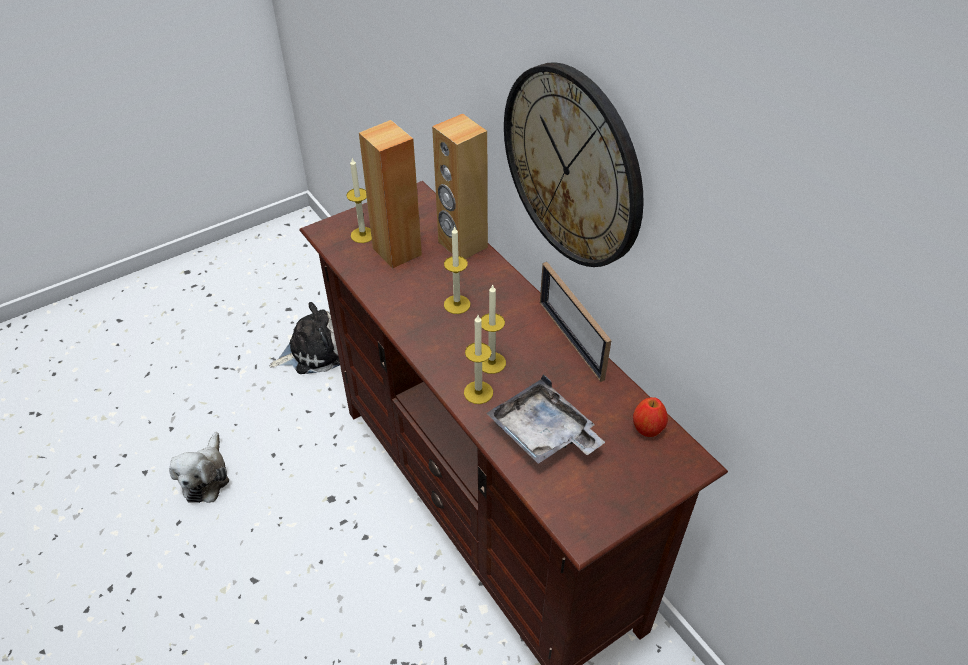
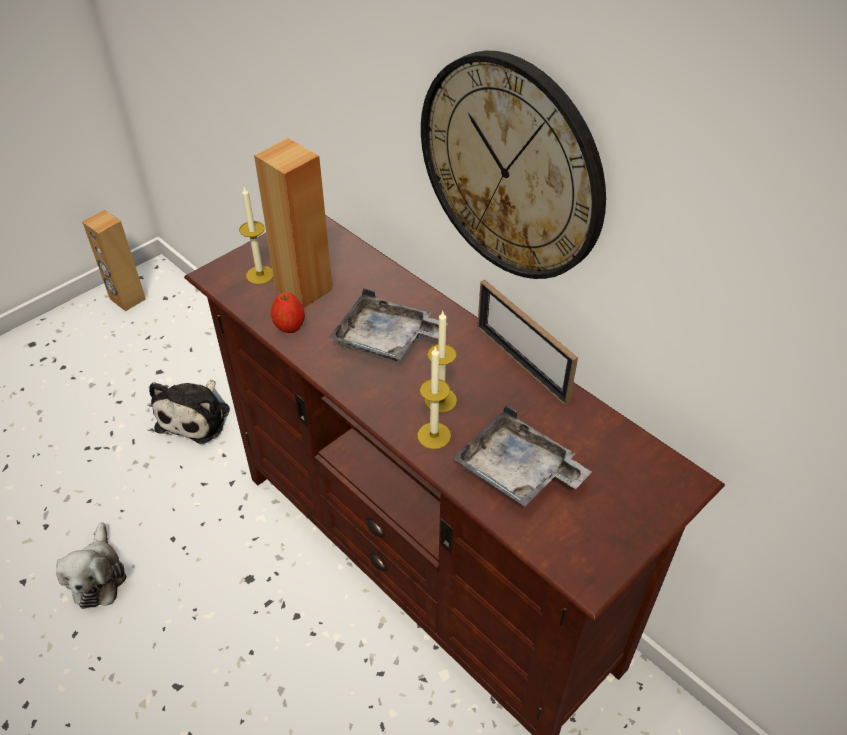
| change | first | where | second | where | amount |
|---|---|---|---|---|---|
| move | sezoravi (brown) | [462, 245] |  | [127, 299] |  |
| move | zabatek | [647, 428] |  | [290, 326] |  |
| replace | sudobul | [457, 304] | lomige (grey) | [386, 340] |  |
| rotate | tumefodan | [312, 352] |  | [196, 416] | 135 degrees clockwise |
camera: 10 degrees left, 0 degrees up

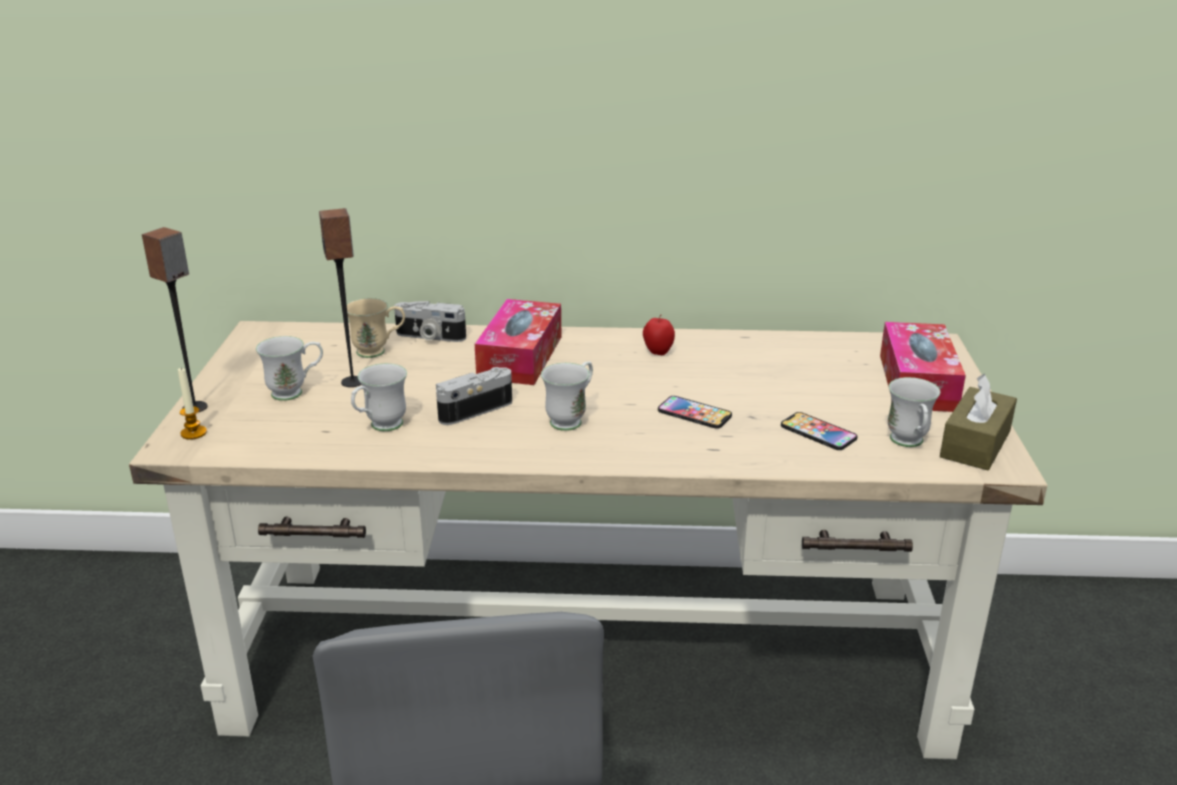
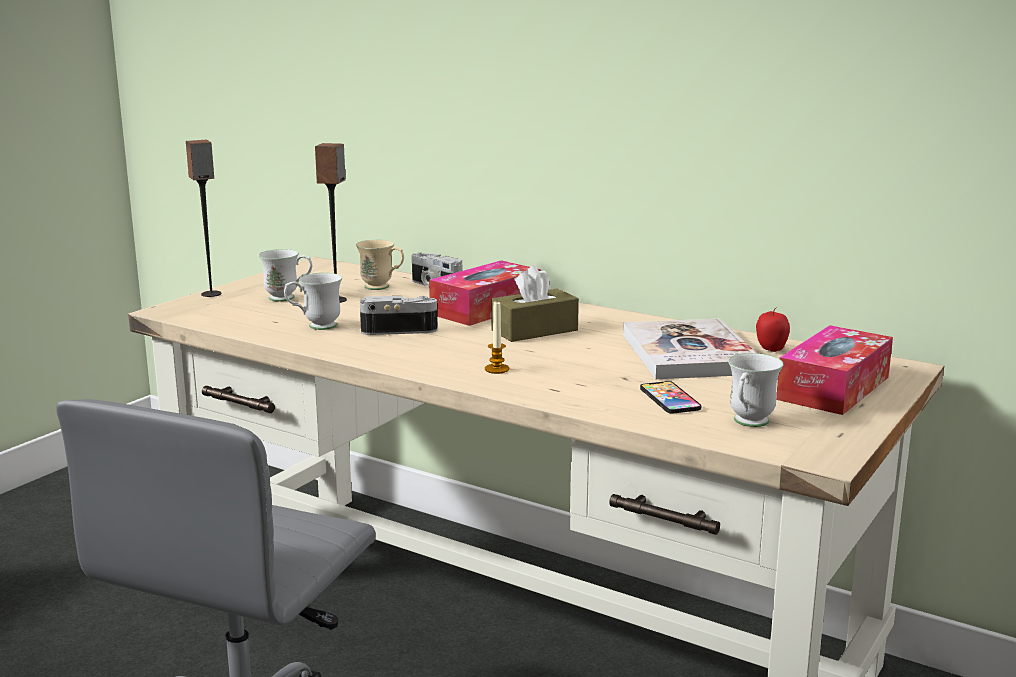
| change | first | where | second | where | amount |
|---|---|---|---|---|---|
| delete | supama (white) | [571, 419] |  |  |  |
| delete | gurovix | [694, 413] |  |  |  |
| insert |  |  | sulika | [689, 353] |  |
| move | sudobul | [193, 433] |  | [496, 369] |  |
| move | zabatek | [658, 352] |  | [771, 349] |  |
| move | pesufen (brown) | [975, 444] |  | [534, 330] |  |
camera: 30 degrees right, 10 degrees down

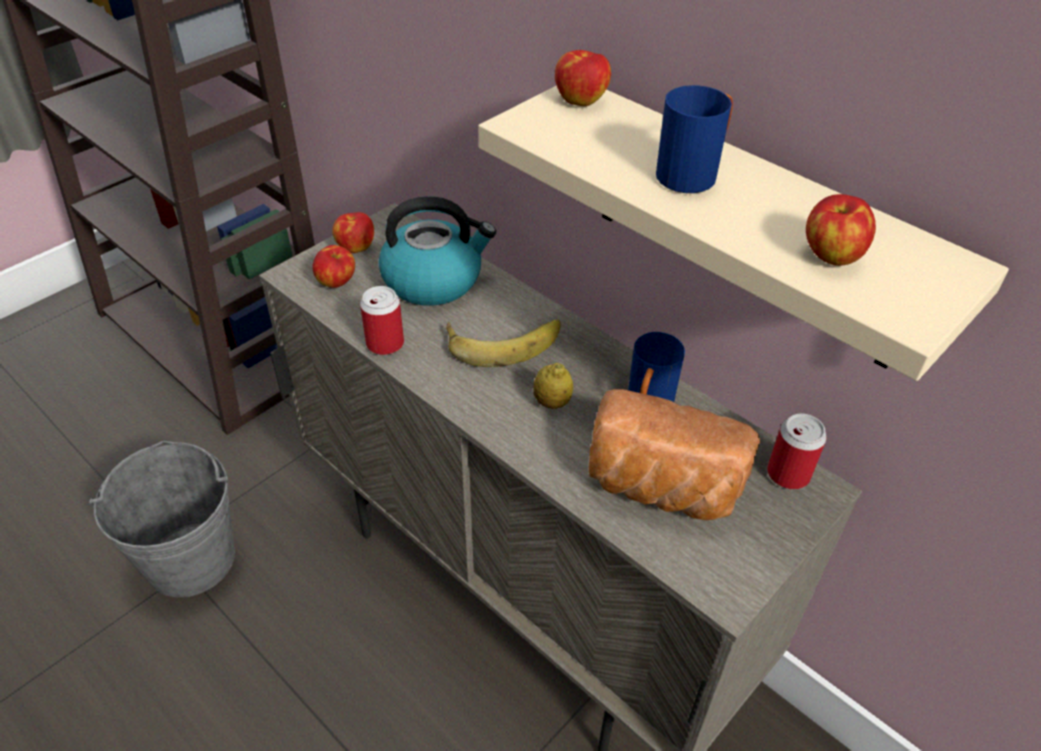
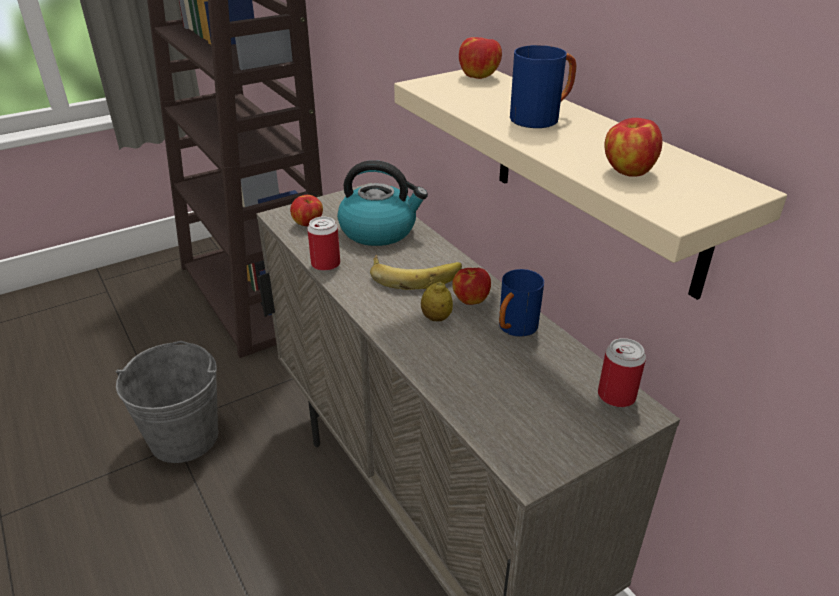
| change | first | where | second | where | amount |
|---|---|---|---|---|---|
| delete | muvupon | [660, 488] |  |  |  |
| move | zabatek | [355, 247] |  | [470, 299] |  |
camera: 15 degrees right, 10 degrees down

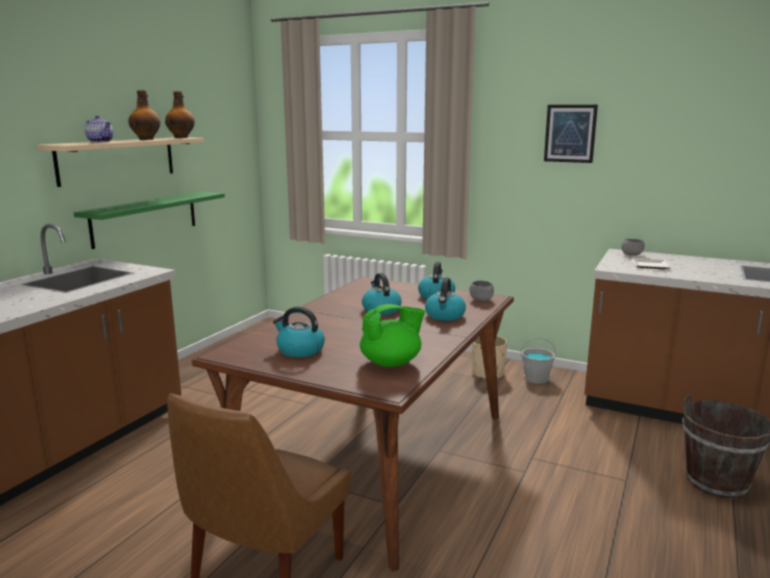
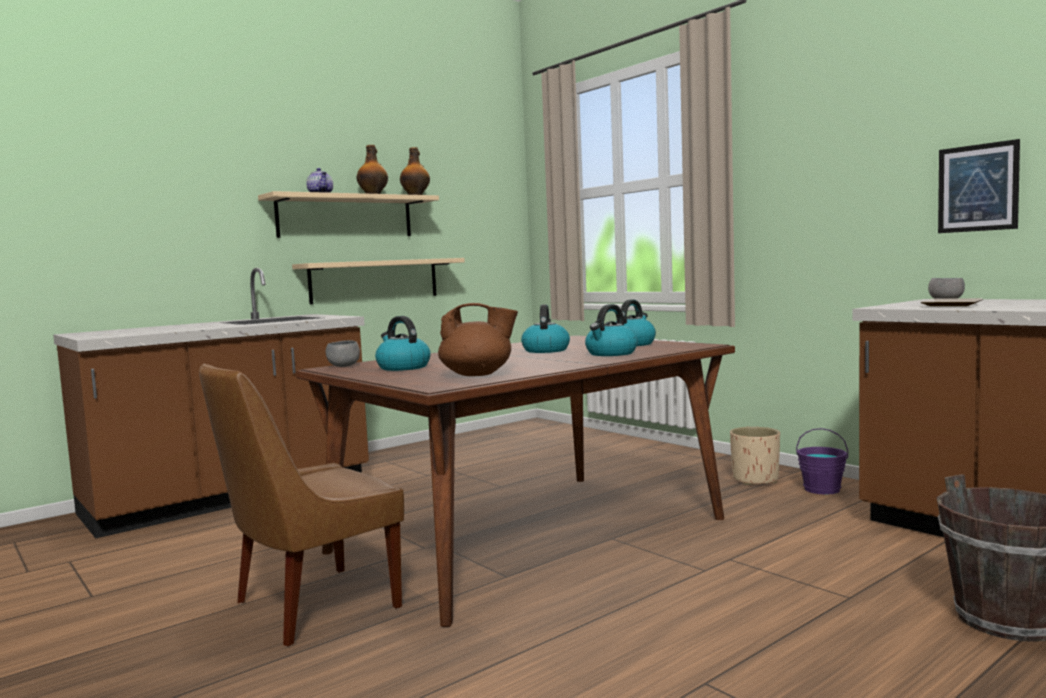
| change | first | where | second | where | amount |
|---|---|---|---|---|---|
| move | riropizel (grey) | [481, 300] |  | [343, 366] |  |
| move | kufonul | [570, 133] |  | [977, 188] |  |
| recolor | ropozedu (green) | [145, 218] | ropozedu (beige) | [375, 280] |  |
| recolor | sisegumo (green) | [391, 363] | sisegumo (brown) | [478, 375] |  |
| recolor | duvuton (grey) | [536, 378] | duvuton (purple) | [822, 489] |  |
camera: 25 degrees right, 10 degrees down

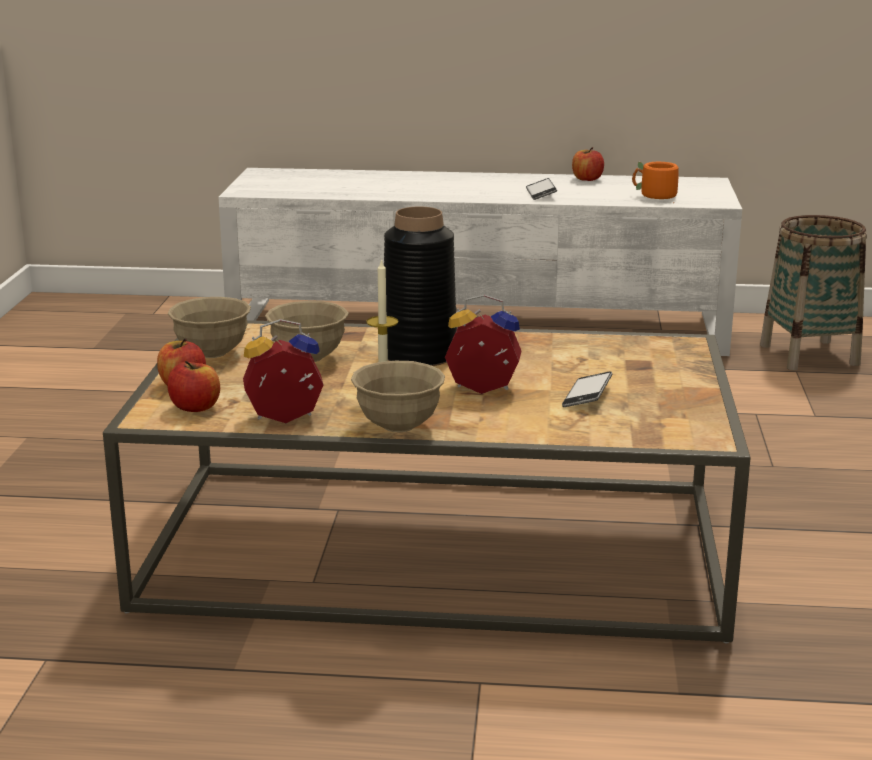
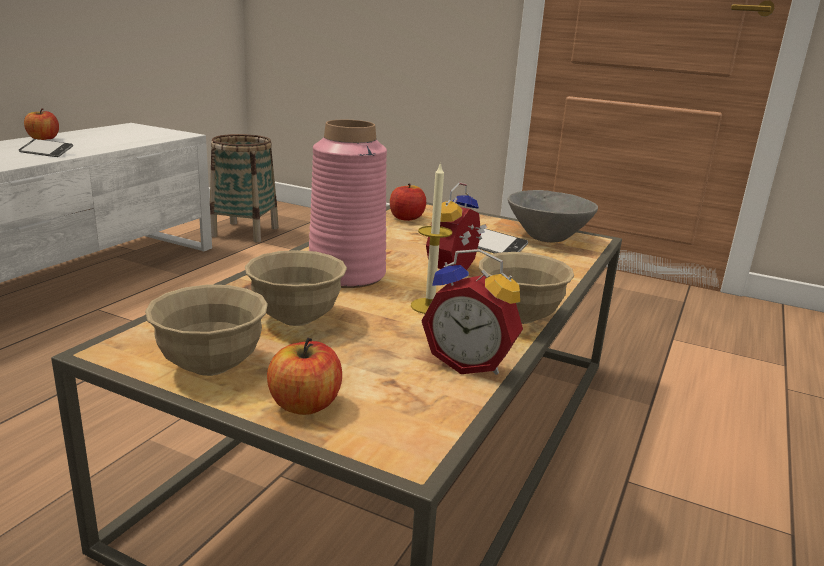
| change | first | where | second | where | amount |
|---|---|---|---|---|---|
| delete | supama (orange) | [654, 196] |  |  |  |
| insert |  |  | riropizel (grey) | [548, 237] |  |
| move | zabatek | [195, 407] |  | [406, 218] |  |
| recolor | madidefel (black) | [420, 354] | madidefel (pink) | [347, 274] |  |
| rotate | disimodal | [285, 419] |  | [470, 363] | 75 degrees counterclockwise |
camera: 70 degrees left, 0 degrees up

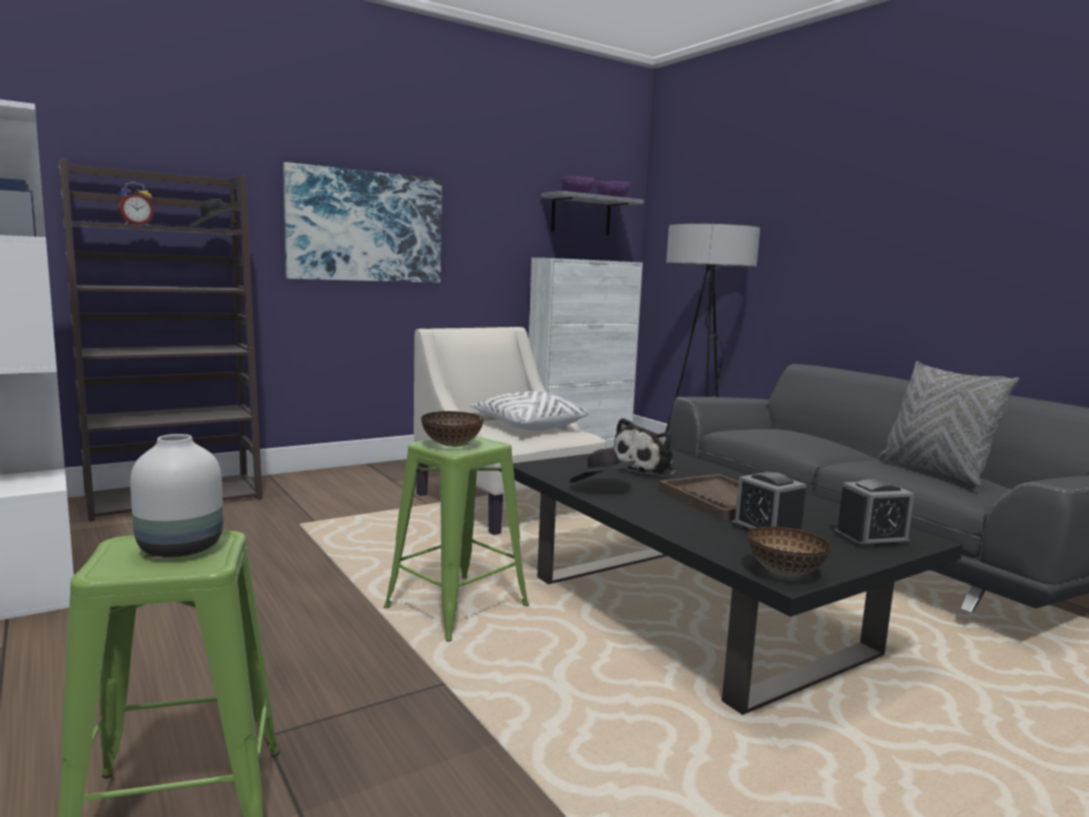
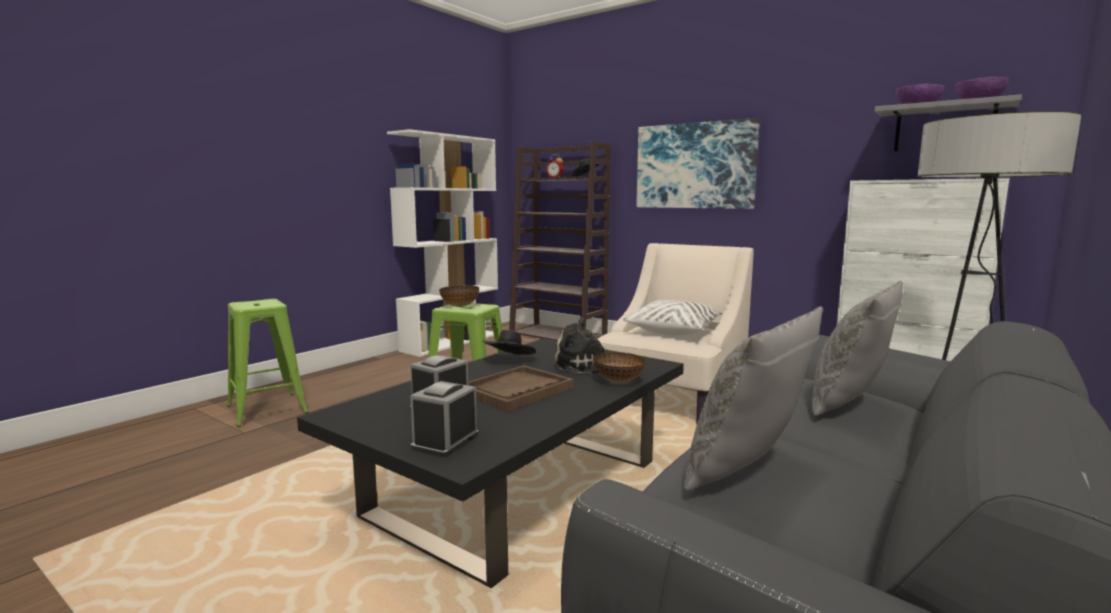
| change | first | where | second | where | amount |
|---|---|---|---|---|---|
| delete | madidefel (white) | [181, 547] |  |  |  |
| insert |  |  | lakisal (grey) | [849, 404] |  |
| move | riropizel | [786, 573] |  | [619, 382] |  |
| rotate | disimodal | [871, 539] |  | [445, 441] | 60 degrees clockwise |
camera: 70 degrees right, 0 degrees up

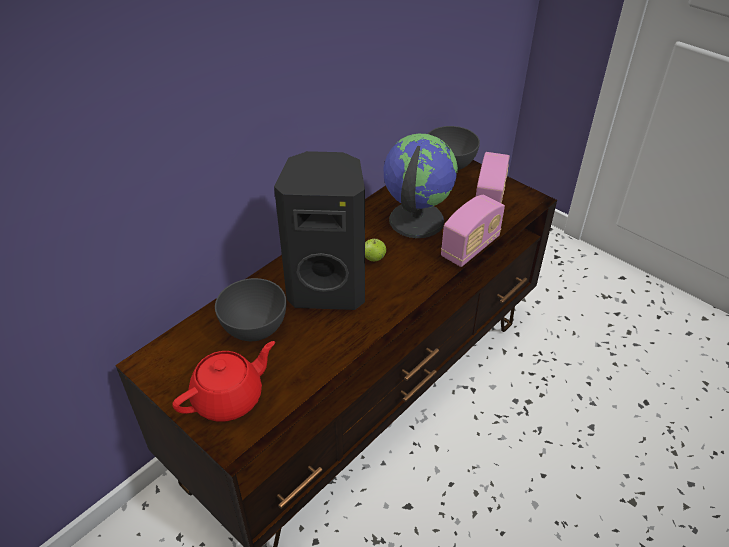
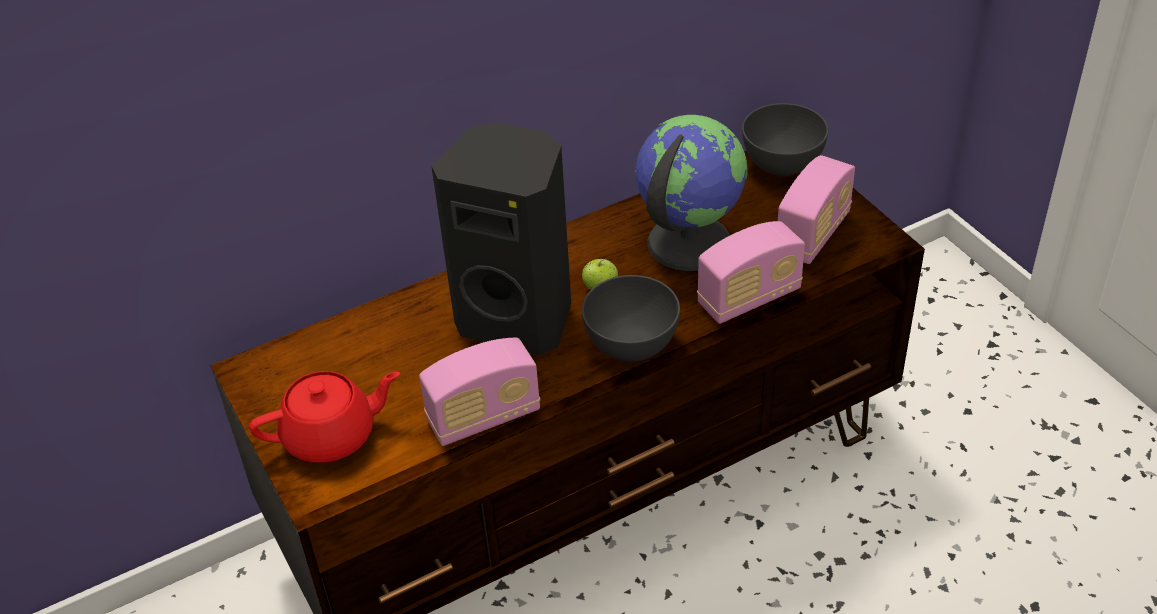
| change | first | where | second | where | amount |
|---|---|---|---|---|---|
| insert |  |  | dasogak | [484, 417] |  |
| move | riropizel (grey) | [255, 328] |  | [632, 345] |  |
camera: 20 degrees right, 0 degrees up

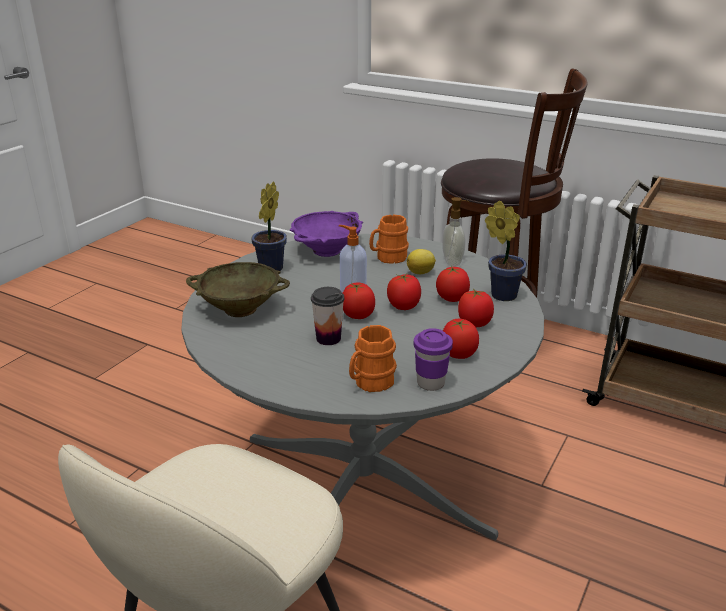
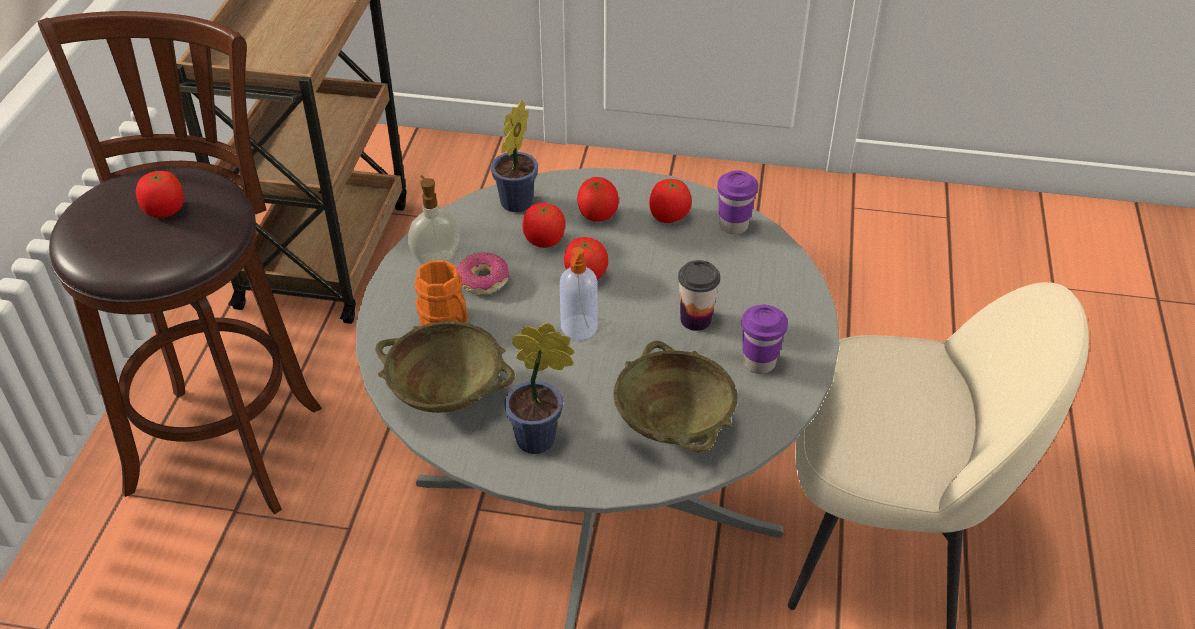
| change | first | where | second | where | amount |
|---|---|---|---|---|---|
| delete | supama (orange) | [370, 382] |  |  |  |
| insert |  |  | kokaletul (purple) | [759, 363] |  |
| move | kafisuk | [357, 315] |  | [165, 211] |  |
| replace | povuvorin | [421, 272] | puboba | [482, 280] |  |
| recolor | riropizel (purple) | [327, 251] | riropizel (beige) | [447, 395] |  |
camera: 110 degrees left, 15 degrees up

